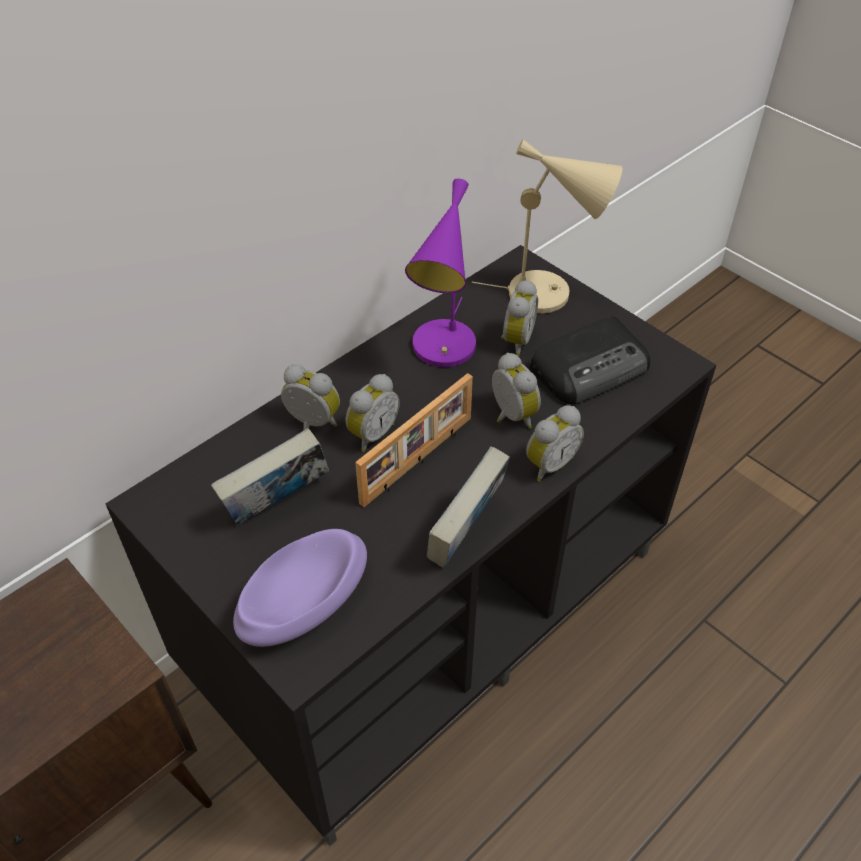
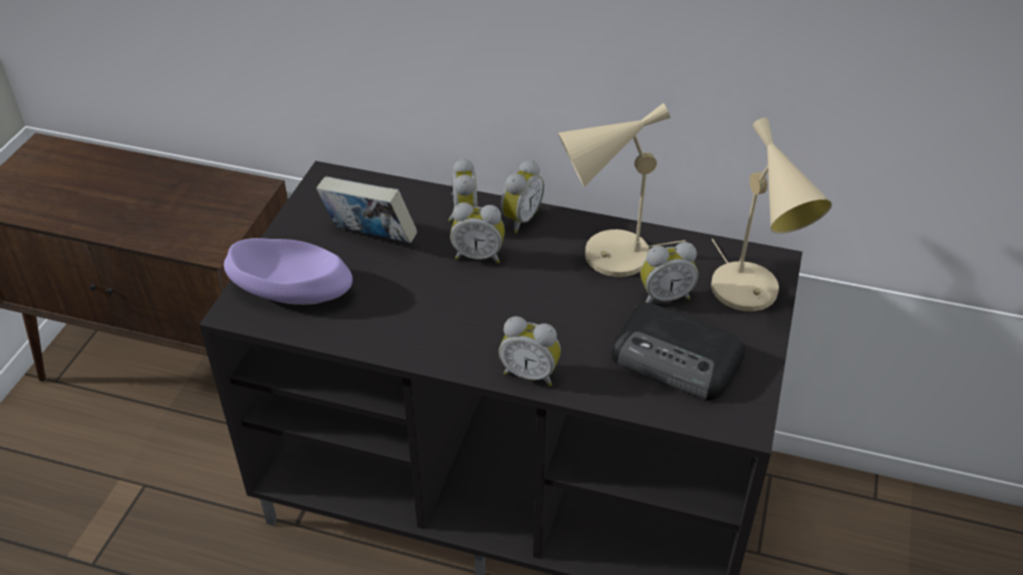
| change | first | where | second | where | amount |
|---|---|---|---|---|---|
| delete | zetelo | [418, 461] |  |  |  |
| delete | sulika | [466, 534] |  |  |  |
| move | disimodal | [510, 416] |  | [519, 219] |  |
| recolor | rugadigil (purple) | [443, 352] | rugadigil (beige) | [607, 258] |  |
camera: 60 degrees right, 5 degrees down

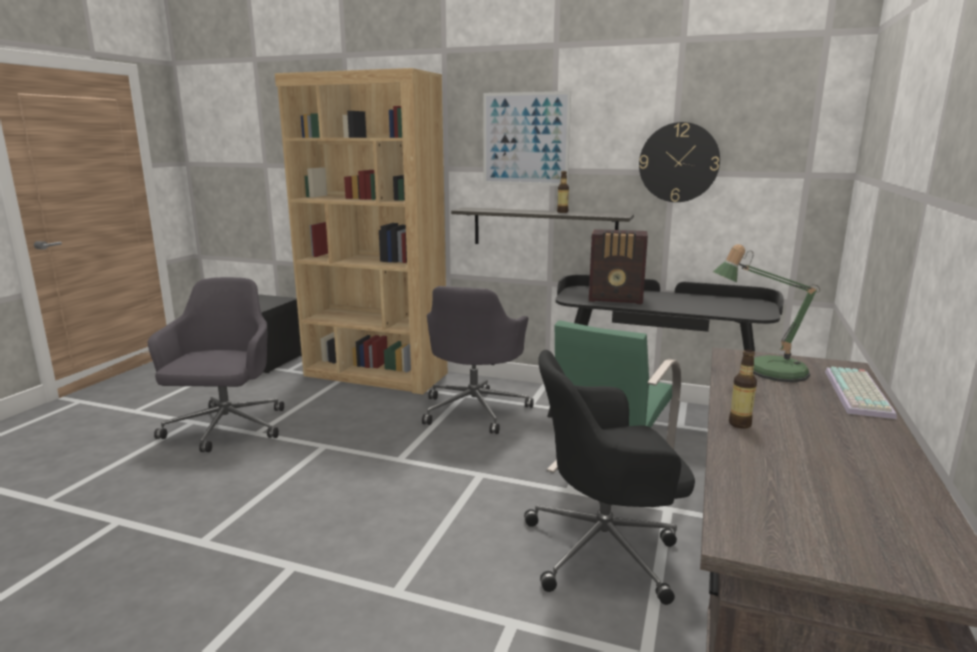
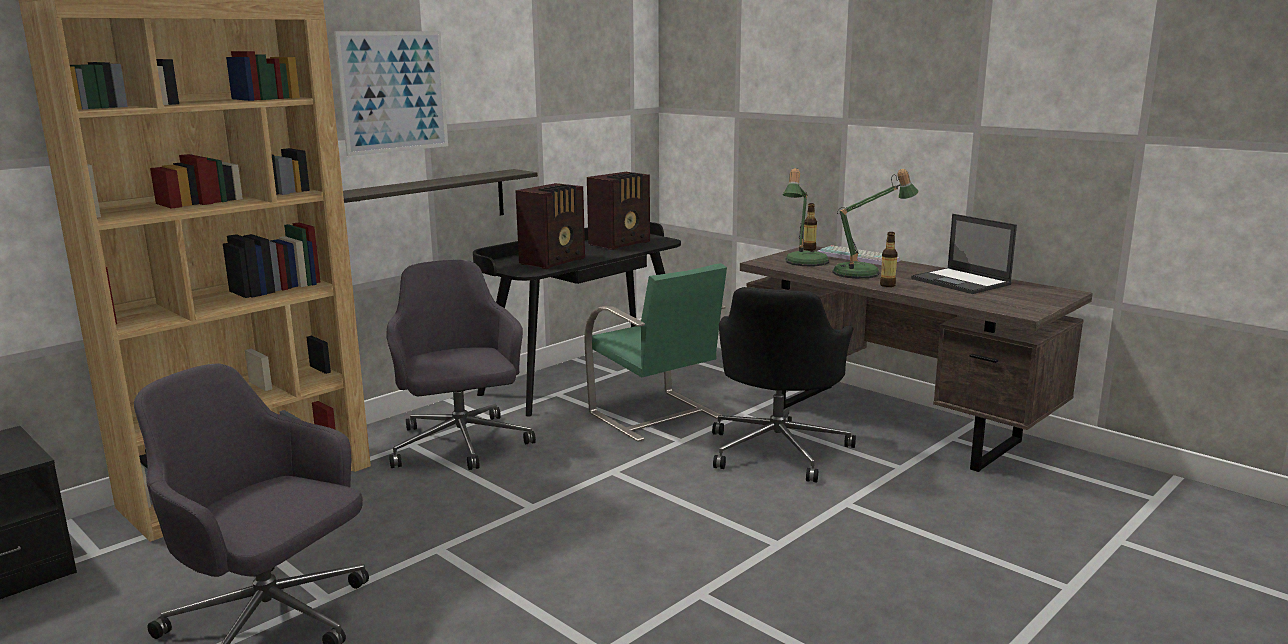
| change | first | where | second | where | amount |
|---|---|---|---|---|---|
| delete | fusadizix | [678, 162] |  |  |  |
| insert |  |  | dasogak | [621, 243] |  |
| insert |  |  | rugadigil | [864, 273] |  |
| insert |  |  | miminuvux | [961, 282] |  |
| move | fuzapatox | [562, 212] |  | [809, 249] |  |
| rotate | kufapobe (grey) | [475, 409] |  | [460, 445] | 150 degrees counterclockwise |
camera: 65 degrees left, 0 degrees up

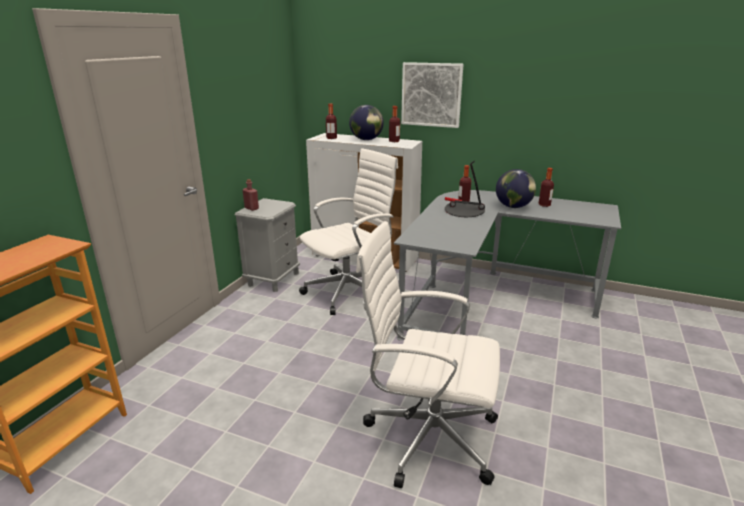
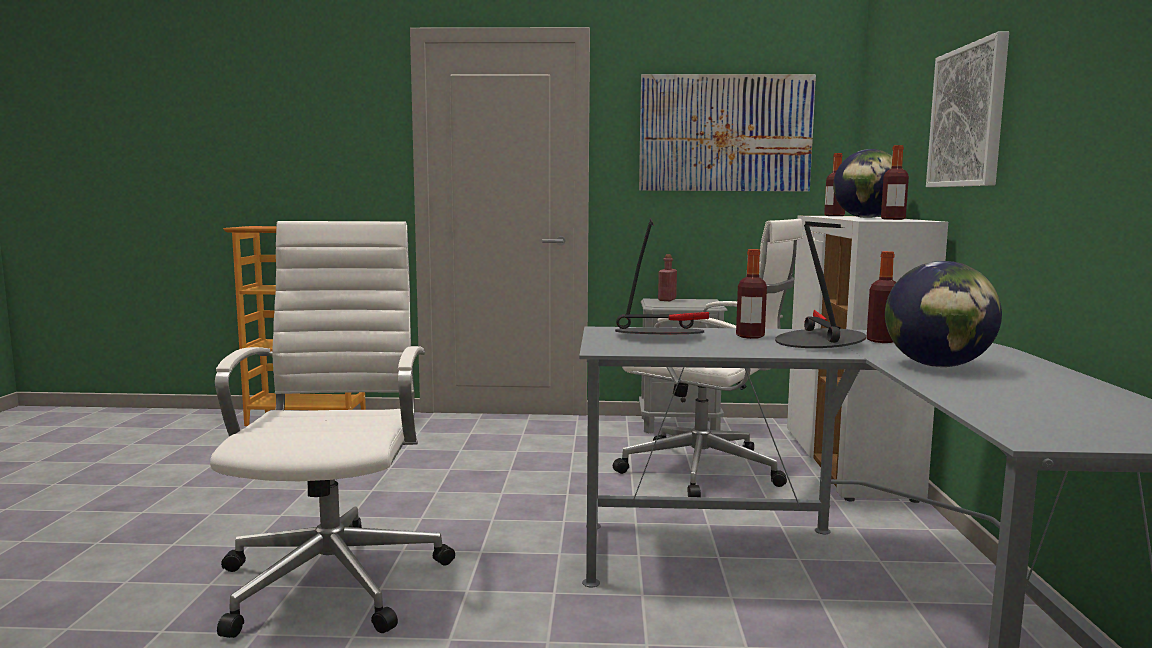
| change | first | where | second | where | amount |
|---|---|---|---|---|---|
| insert |  |  | rugadigil | [659, 336] |  |
| insert |  |  | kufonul | [725, 133] |  |
| move | fuzapatox | [544, 205] |  | [750, 336] |  |
camera: 70 degrees right, 15 degrees down

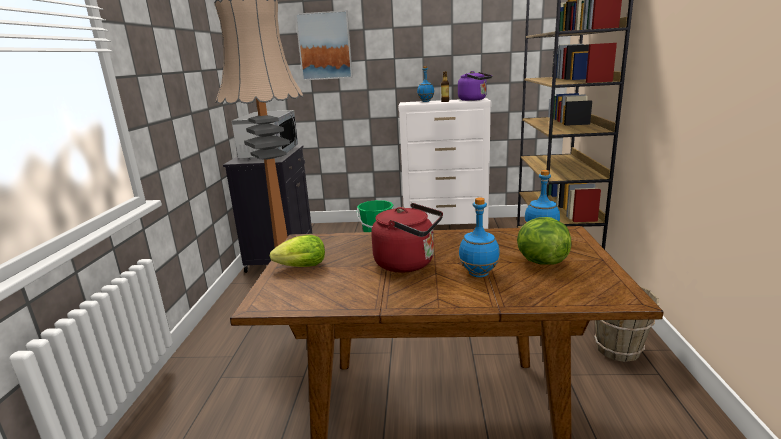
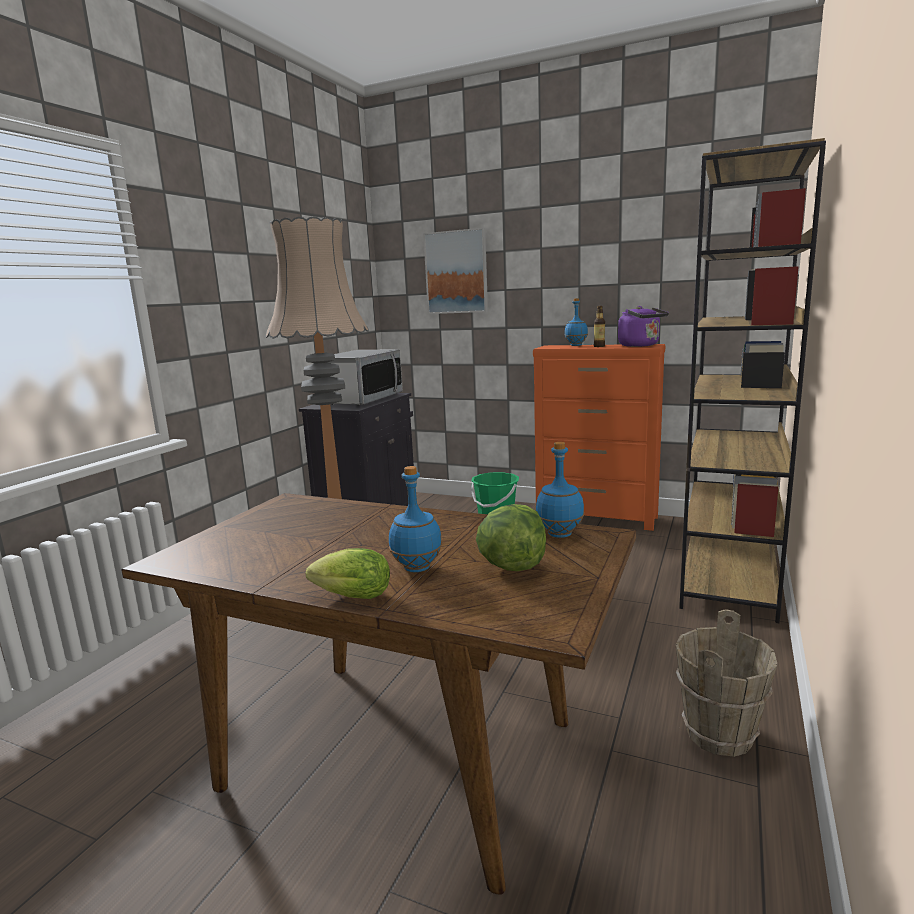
| change | first | where | second | where | amount |
|---|---|---|---|---|---|
| delete | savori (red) | [408, 263] |  |  |  |
| move | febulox | [299, 267] |  | [349, 597] |  |
| recolor | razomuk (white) | [446, 225] | razomuk (orange) | [597, 518] |  |
camera: 20 degrees right, 5 degrees down

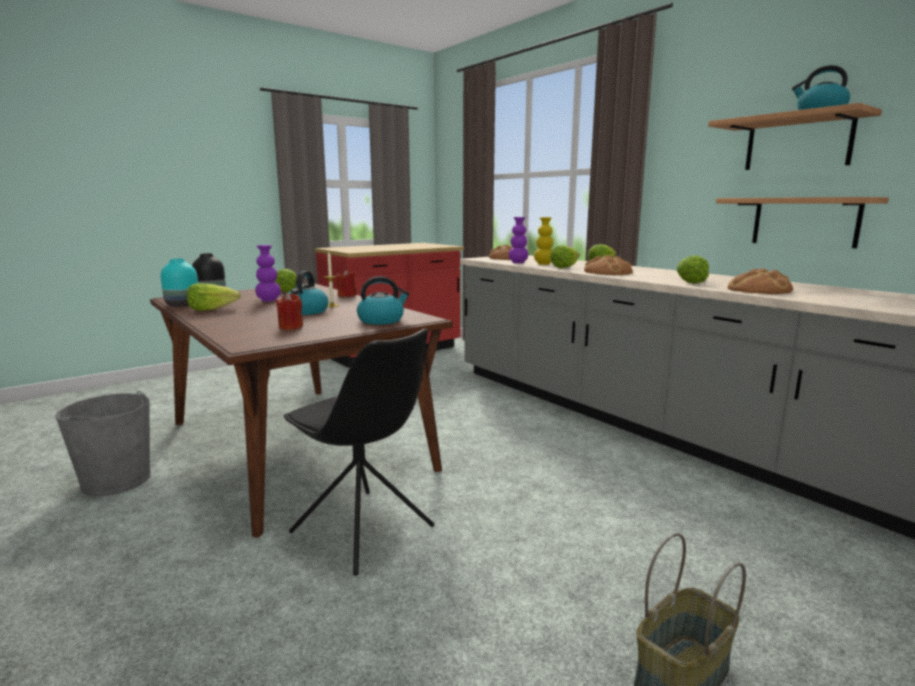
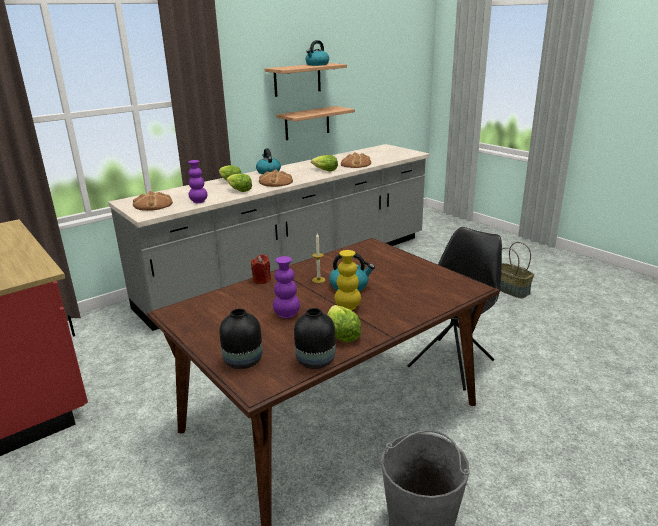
| change | first | where | second | where | amount |
|---|---|---|---|---|---|
| delete | febulox | [286, 290] |  |  |  |
| delete | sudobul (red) | [291, 327] |  |  |  |
| move | savori | [381, 320] |  | [268, 172] |  |
| move | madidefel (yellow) | [543, 264] |  | [347, 307] |  |
| recolor | madidefel (turquoise) | [183, 305] | madidefel (black) | [315, 360] |  |
camera: 90 degrees left, 10 degrees up

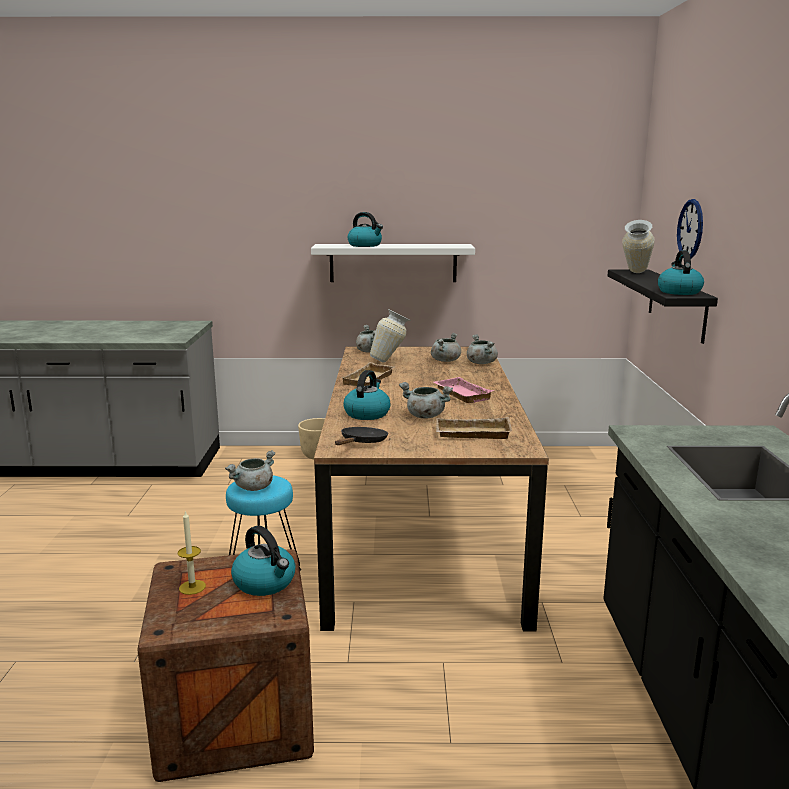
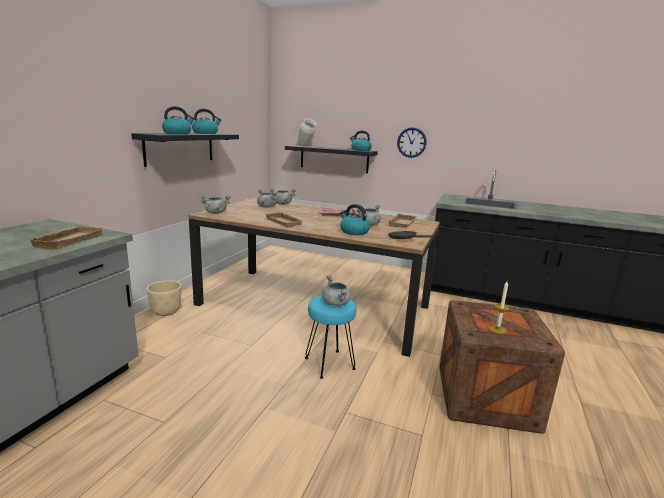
| change | first | where | second | where | amount |
|---|---|---|---|---|---|
| delete | madidefel | [391, 361] |  |  |  |
| insert |  |  | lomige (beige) | [67, 240] |  |
| move | savori | [265, 583] |  | [206, 133] |  |
| move | fusadizix | [690, 229] |  | [411, 142] |  |
| recolor | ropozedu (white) | [393, 263] | ropozedu (black) | [180, 148] |  |
camera: 70 degrees left, 0 degrees up

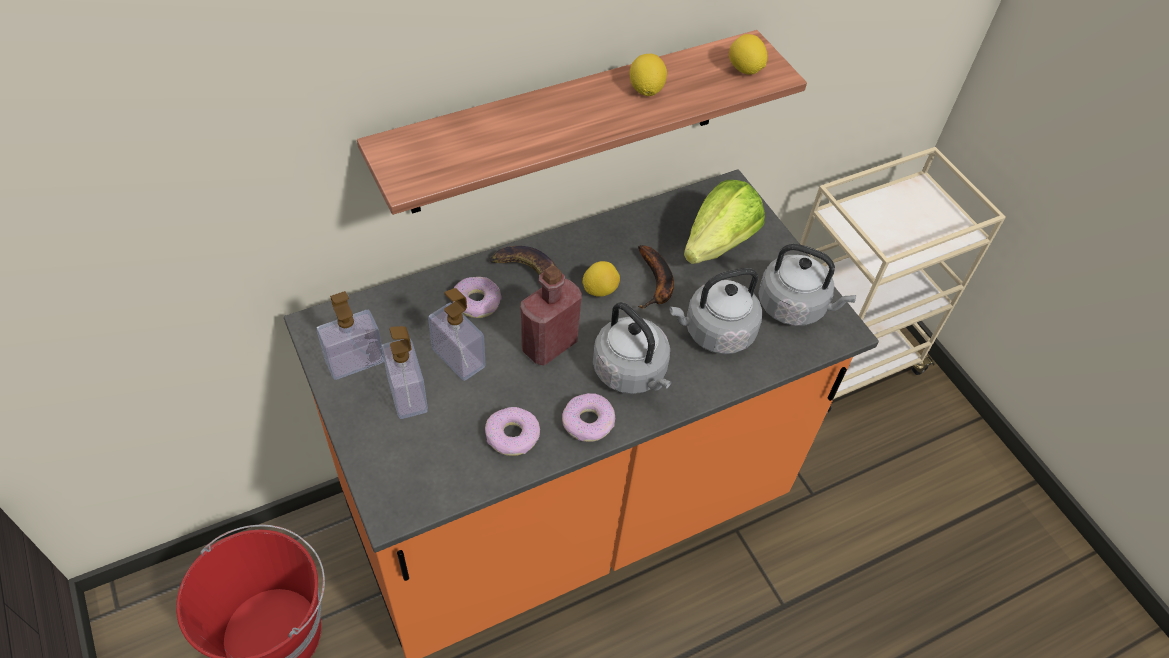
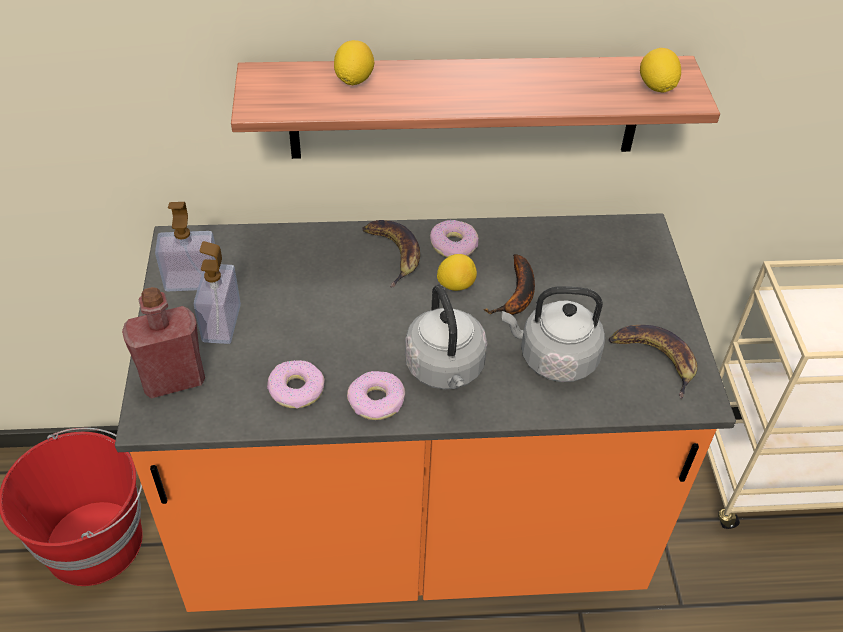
| change | first | where | second | where | amount |
|---|---|---|---|---|---|
| delete | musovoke | [458, 358] |  |  |  |
| delete | febulox | [718, 244] |  |  |  |
| move | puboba | [476, 302] |  | [454, 245] |  |
| move | fuzapatox (red) | [549, 345] |  | [173, 380] |  |
| move | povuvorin | [646, 90] |  | [354, 80] |  |
| replace | savori (grey) | [795, 307] | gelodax | [655, 359] |  |
camera: 25 degrees right, 5 degrees down

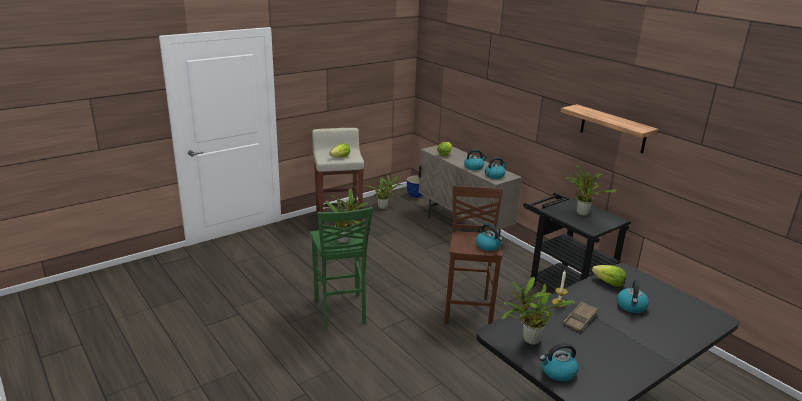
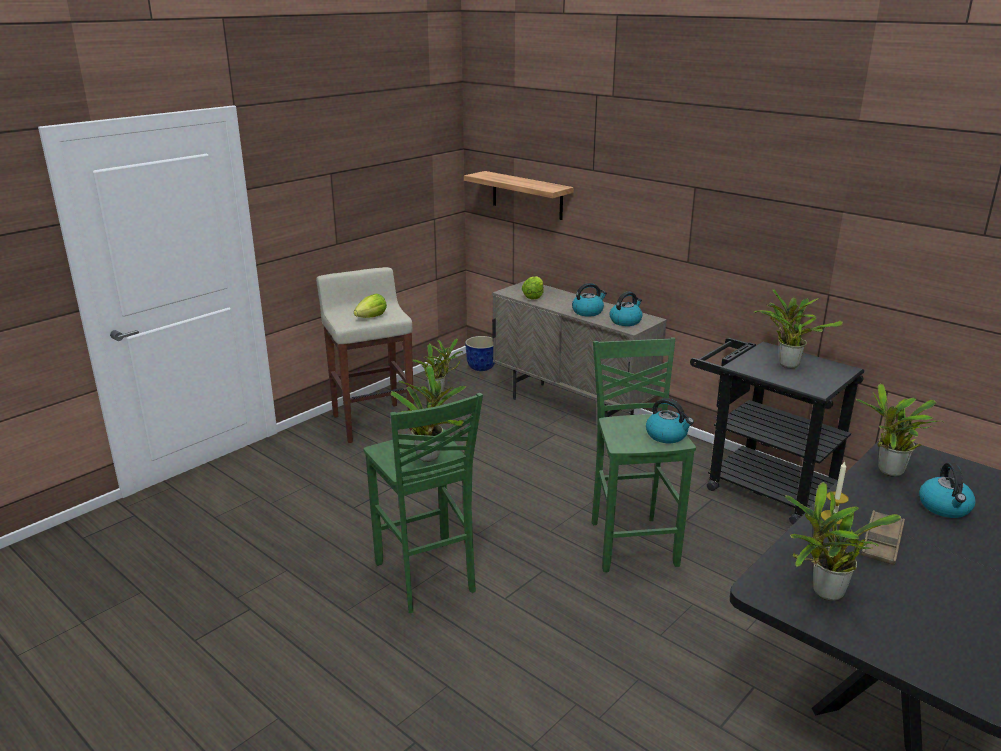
| change | first | where | second | where | amount |
|---|---|---|---|---|---|
| delete | savori | [557, 372] |  |  |  |
| move | ropozedu | [613, 129] |  | [527, 195] |  |
| replace | febulox | [608, 283] | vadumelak | [888, 473] |  |
| recolor | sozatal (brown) | [468, 310] | sozatal (green) | [632, 542] |  |
camera: 10 degrees left, 0 degrees up

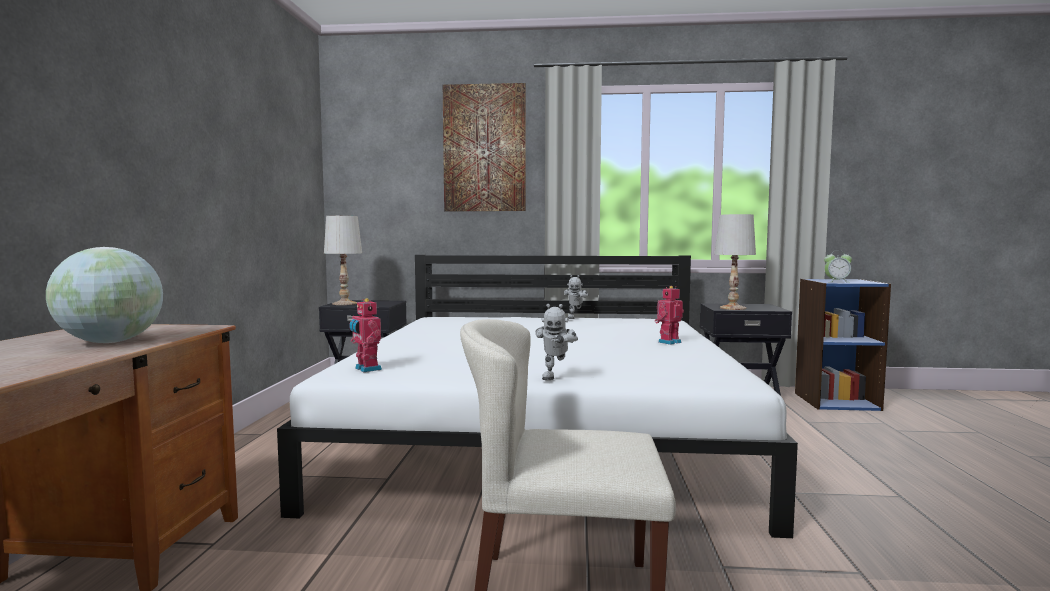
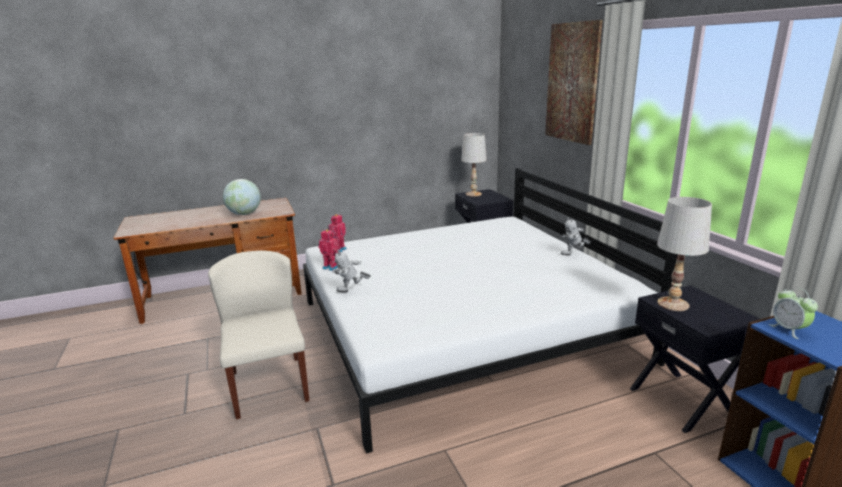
| change | first | where | second | where | amount |
|---|---|---|---|---|---|
| move | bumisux | [668, 342] |  | [331, 267] |  |
camera: 65 degrees right, 15 degrees up

